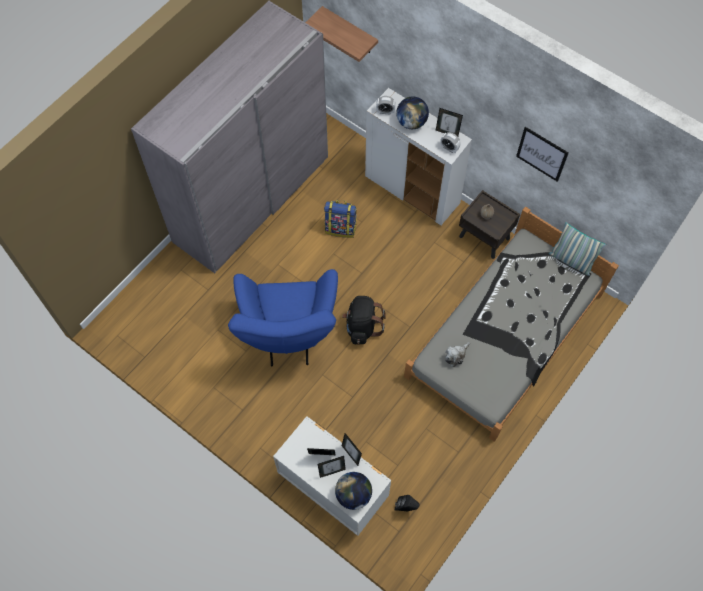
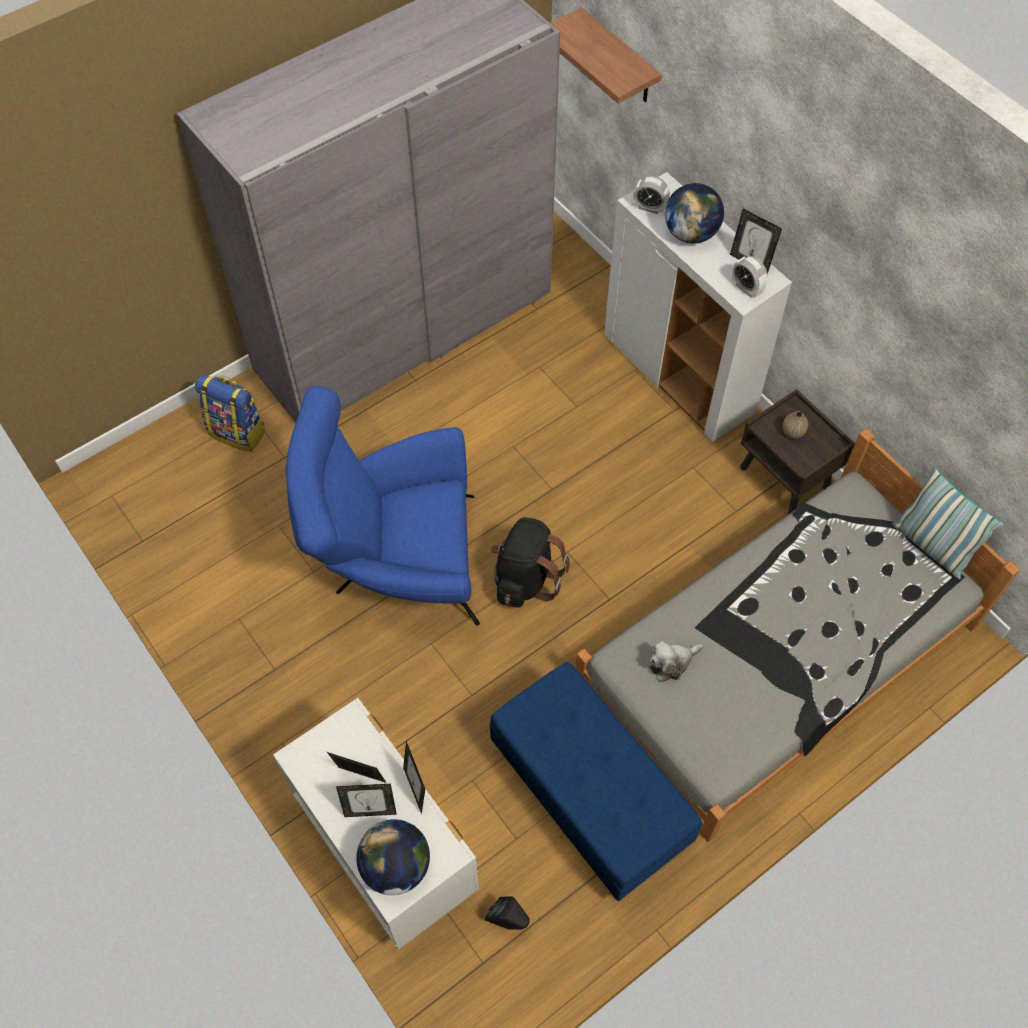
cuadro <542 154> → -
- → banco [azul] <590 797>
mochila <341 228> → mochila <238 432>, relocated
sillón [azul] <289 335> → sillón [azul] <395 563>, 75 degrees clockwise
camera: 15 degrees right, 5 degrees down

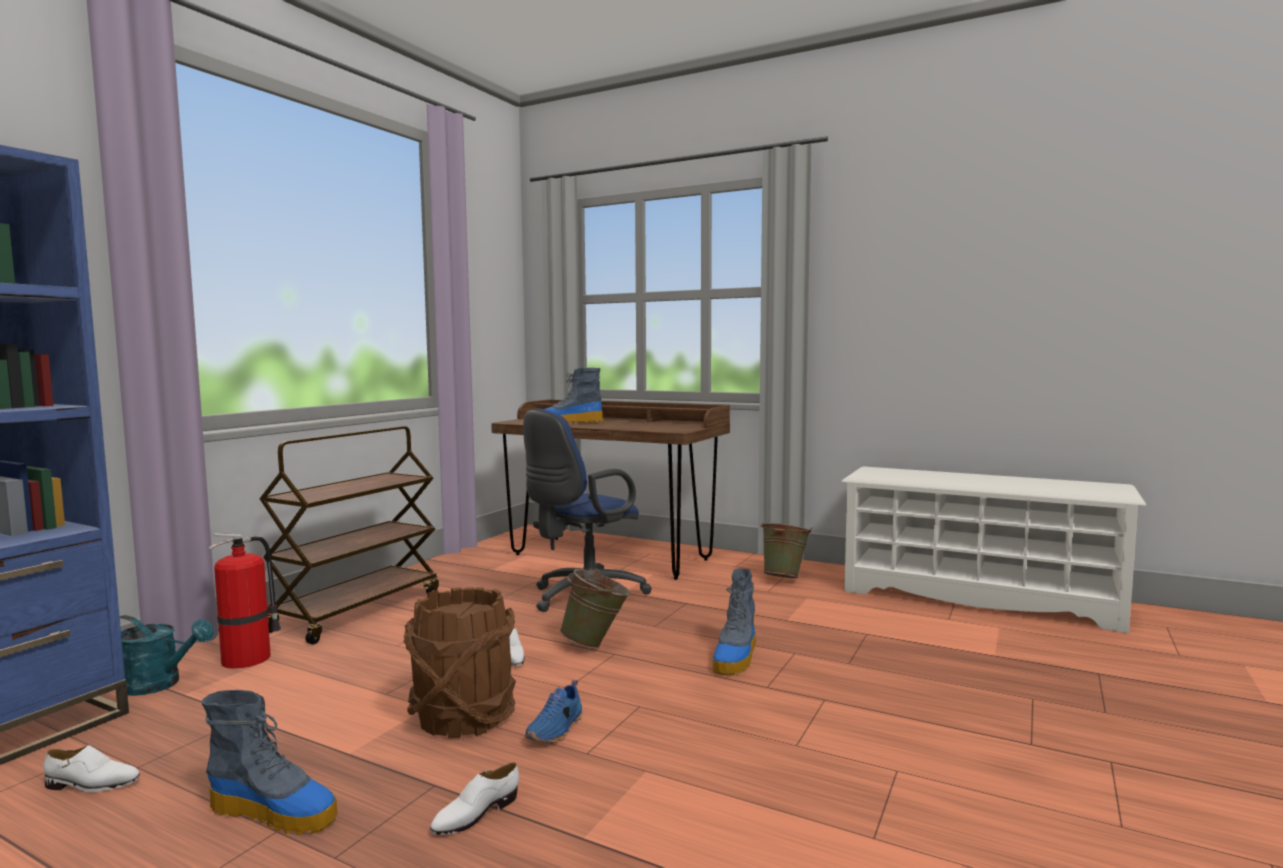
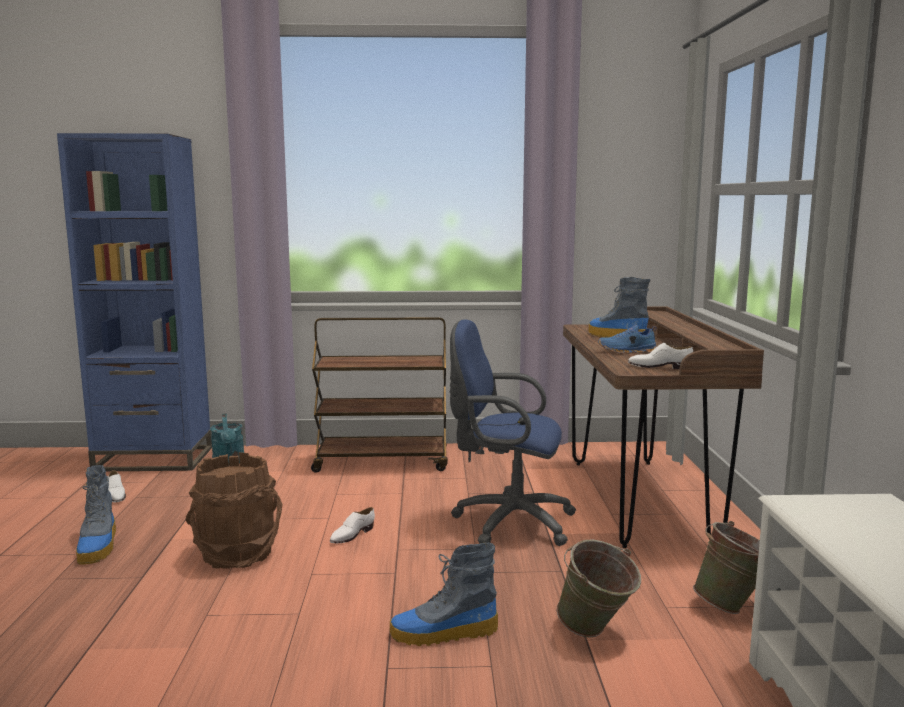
extintor <249 658> → -
zapato [blanco] <475 814> → zapato [blanco] <659 367>, relocated
zapato [azul] <557 730> → zapato [azul] <627 351>, relocated
cubo [verde] <596 644> → cubo [verde] <596 633>, relocated
camera: 60 degrees right, 5 degrees up

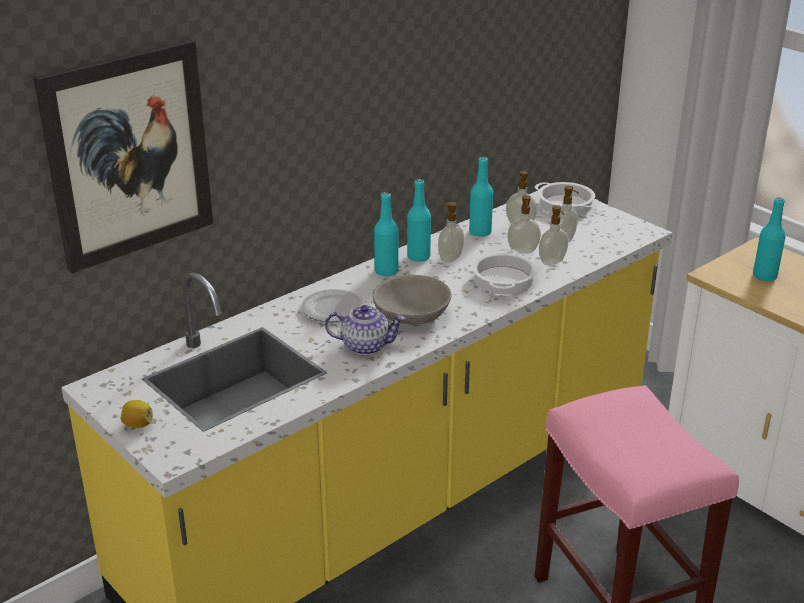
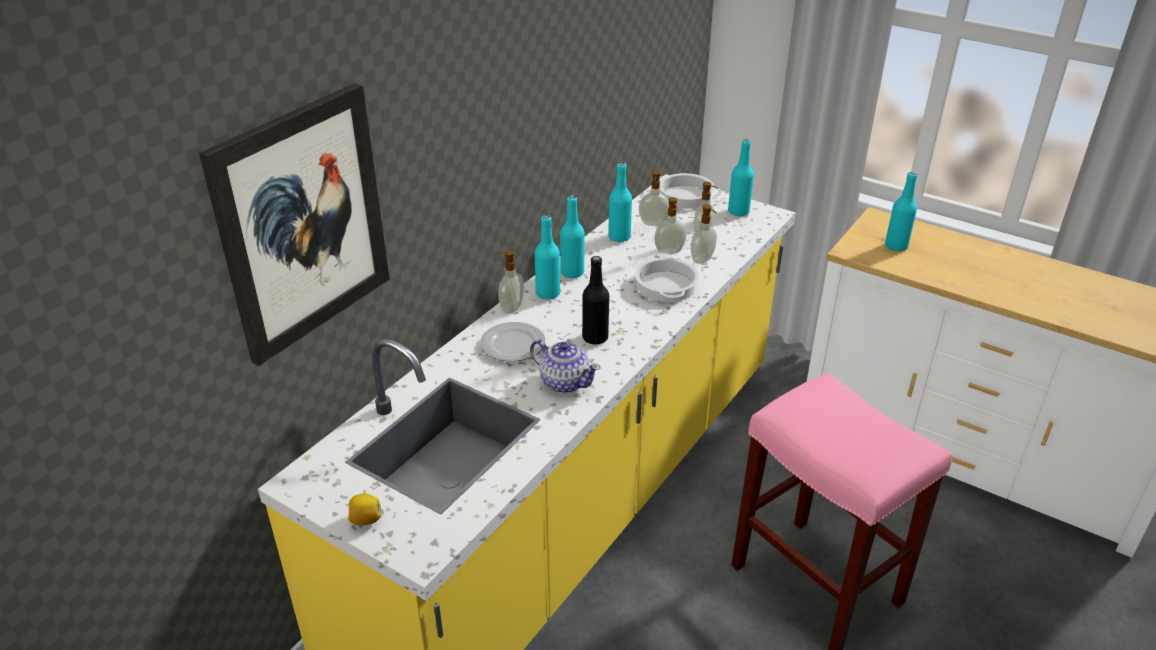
- → botella [turquesa] <738 212>
dispensador de jabón <449 258> → dispensador de jabón <511 307>, relocated
cuenco [gris] <412 314> → botella [negro] <595 338>
tetera <365 346> → tetera <564 382>, 45 degrees clockwise
camera: 15 degrees left, 5 degrees up

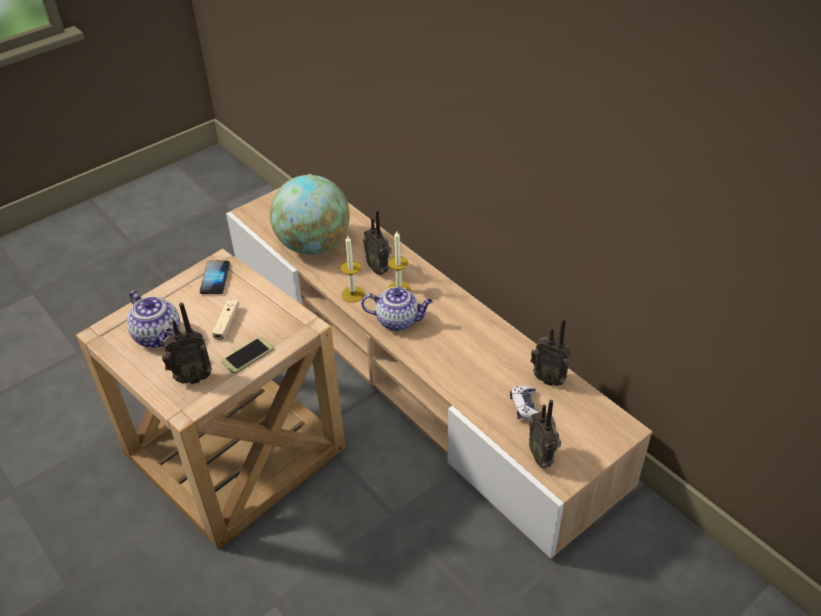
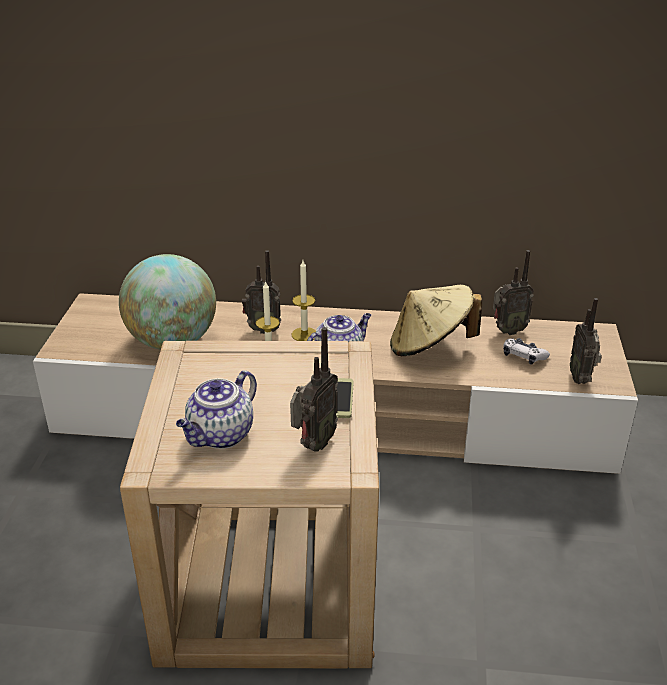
móvil <215 278> → -
mando de consola [beis] <227 323> → -
- → sombrero [beis] <430 346>
tetera <159 336> → tetera <220 436>, 120 degrees clockwise
radio <542 457> → radio <581 378>, 60 degrees clockwise
camera: 45 degrees left, 10 degrees down

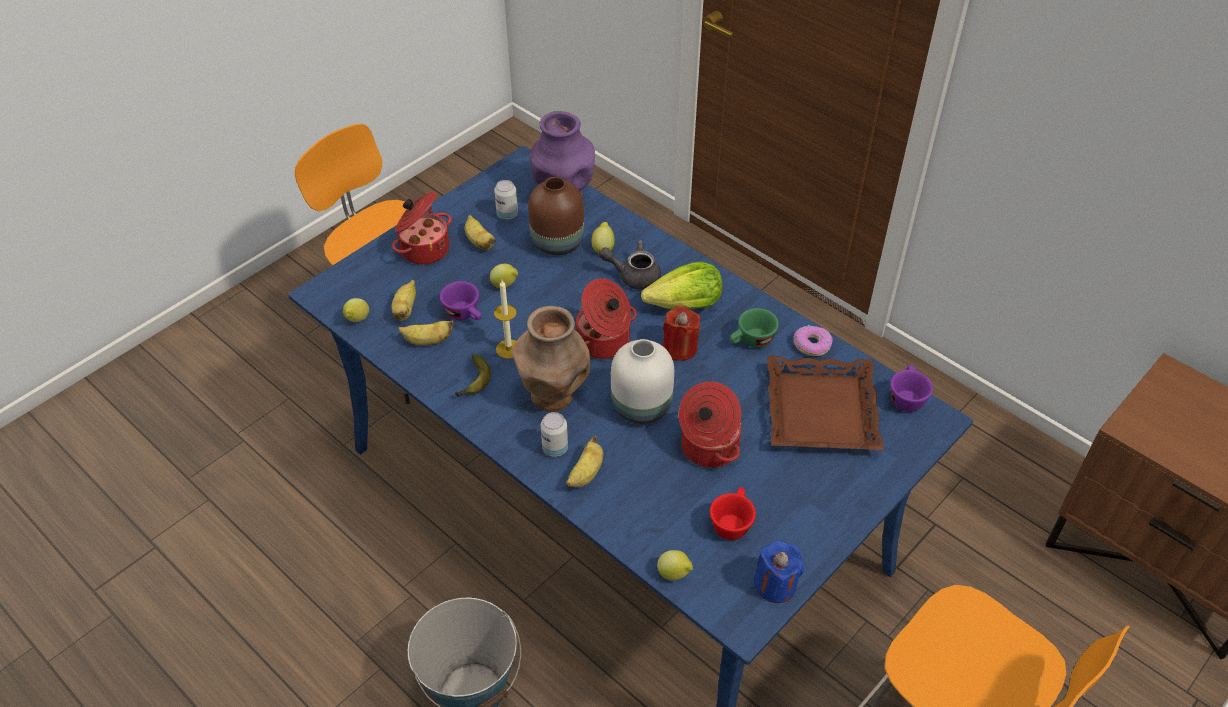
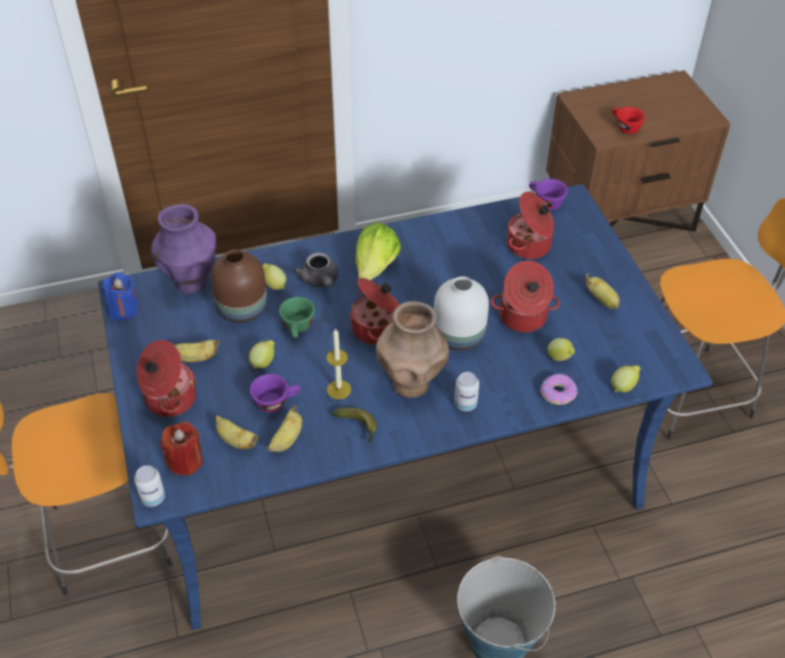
limón <357 320> → limón <560 358>, relocated
lata <507 214> → lata <153 498>, relocated
plátano <586 474> → plátano <602 300>, relocated
vela [rojo] <680 348> → vela [rojo] <185 461>, relocated
taza [rojo] <731 522> → taza [rojo] <624 127>, relocated
taza [verde] <751 342> → taza [verde] <298 329>, relocated
vela [azul] <775 585> → vela [azul] <124 310>, relocated
rosquilla <812 344> → rosquilla <558 393>, relocated
bandeja [marrón] <822 411> → olla <529 246>
tetera [gris] <633 275> → tetera [gris] <320 281>, 60 degrees counterclockwise
camera: 60 degrees left, 0 degrees up

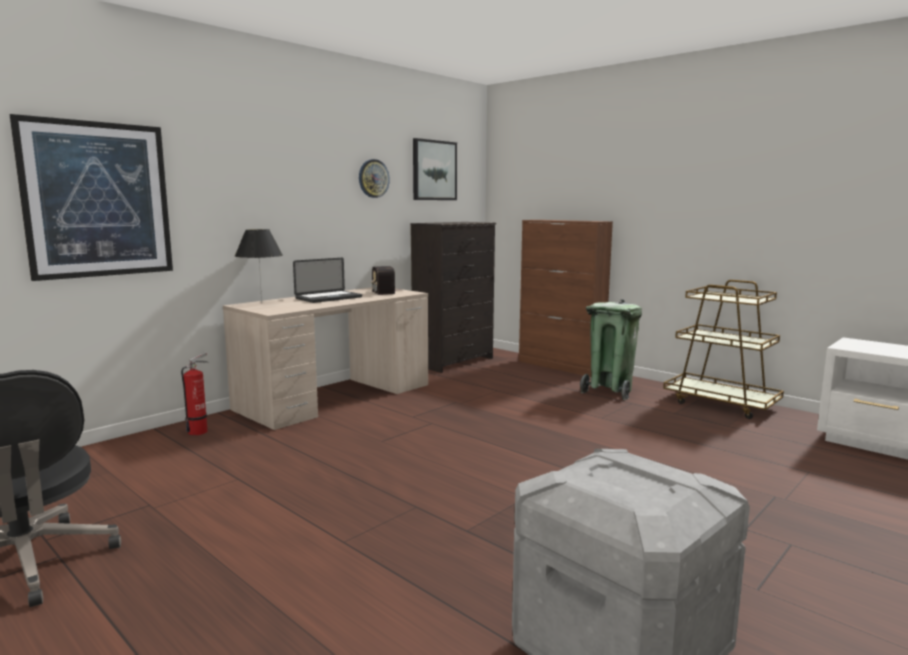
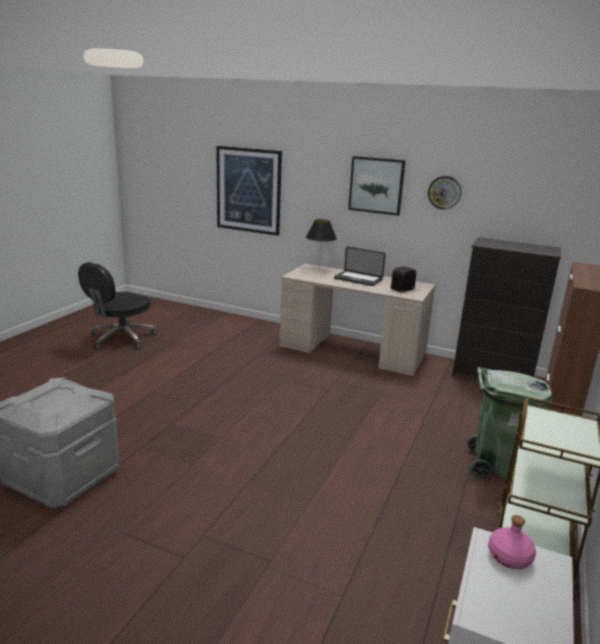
extintor <200 431> → -
- → botella [rosa] <509 557>
cuadro <434 170> → cuadro <376 185>, relocated
camera: 70 degrees right, 10 degrees up

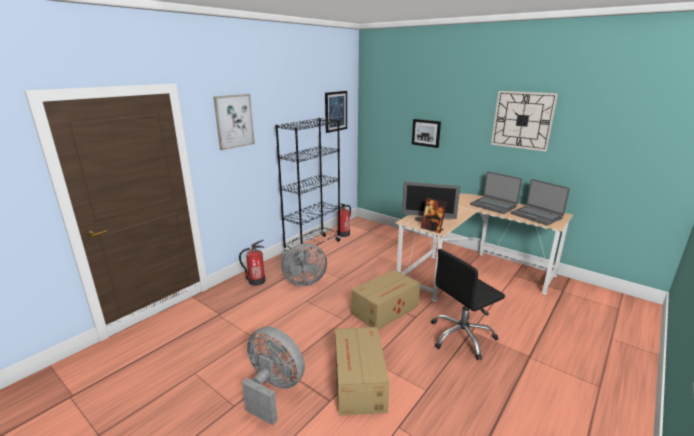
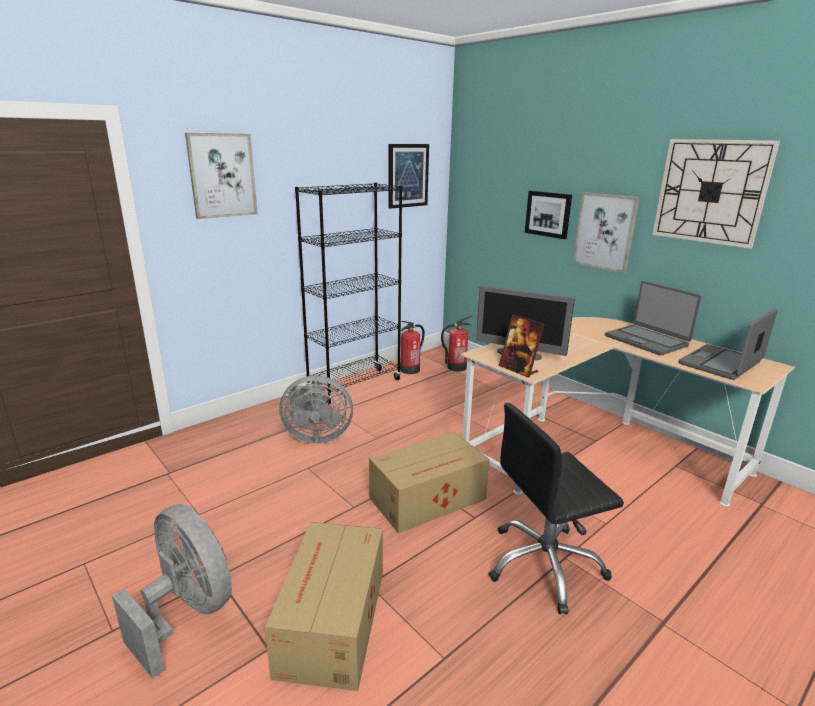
- → cuadro <605 231>
extintor <256 281> → extintor <456 367>, relocated
portátil <536 216> → portátil <721 363>, 75 degrees clockwise
camera: 10 degrees right, 0 degrees up

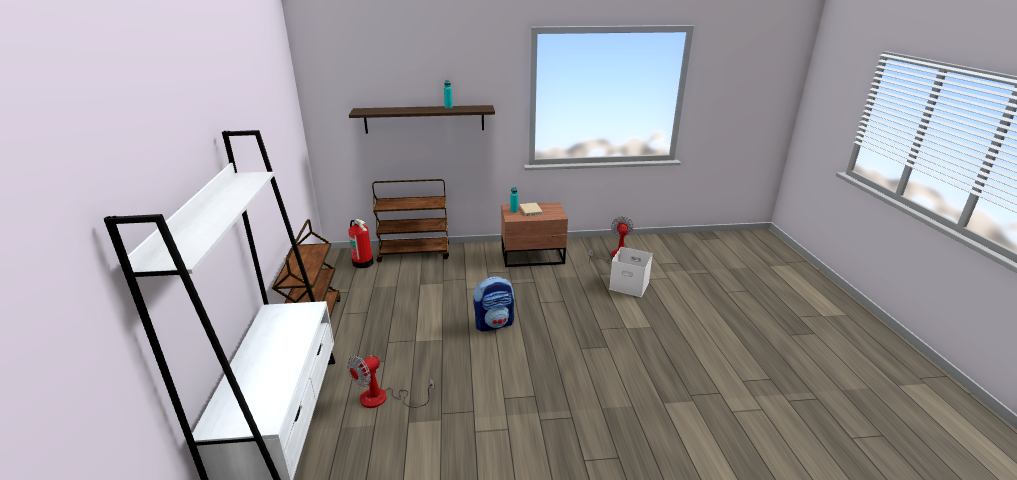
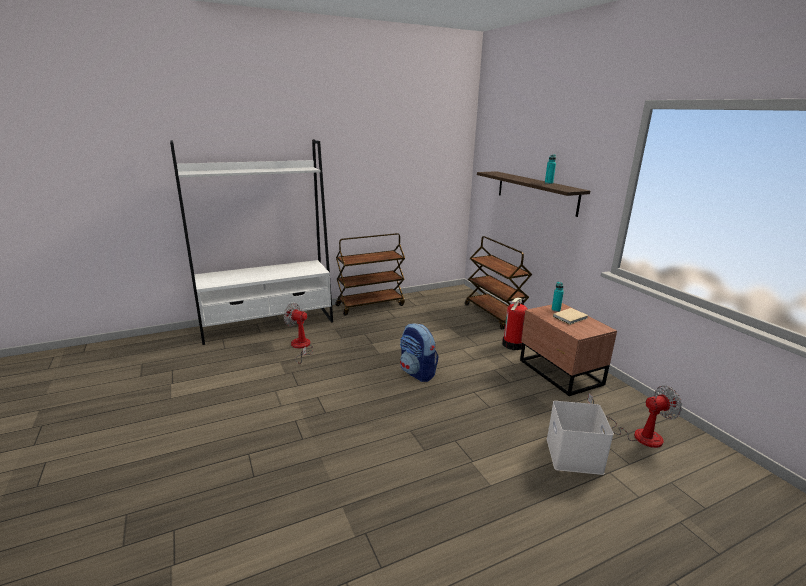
extintor <363 263> → extintor <513 345>, relocated
camera: 70 degrees right, 5 degrees down

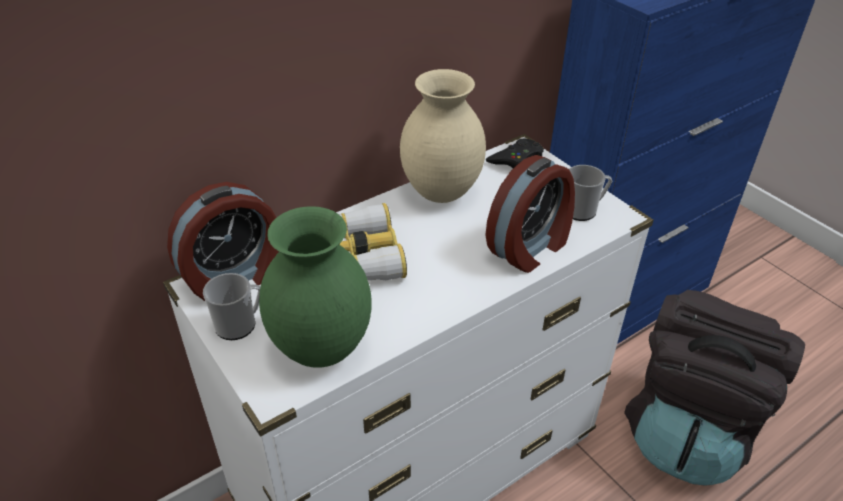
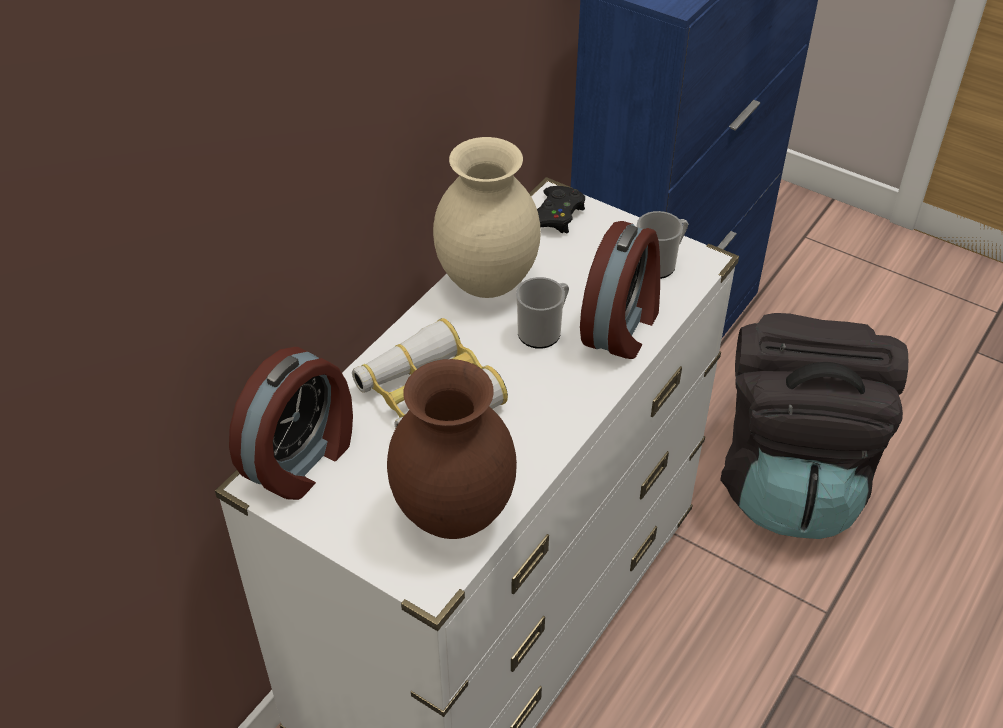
taza grande <240 324> → taza grande <543 331>, relocated
florero [verde] <320 348> → florero [marrón] <452 514>
camera: 20 degrees left, 5 degrees up

